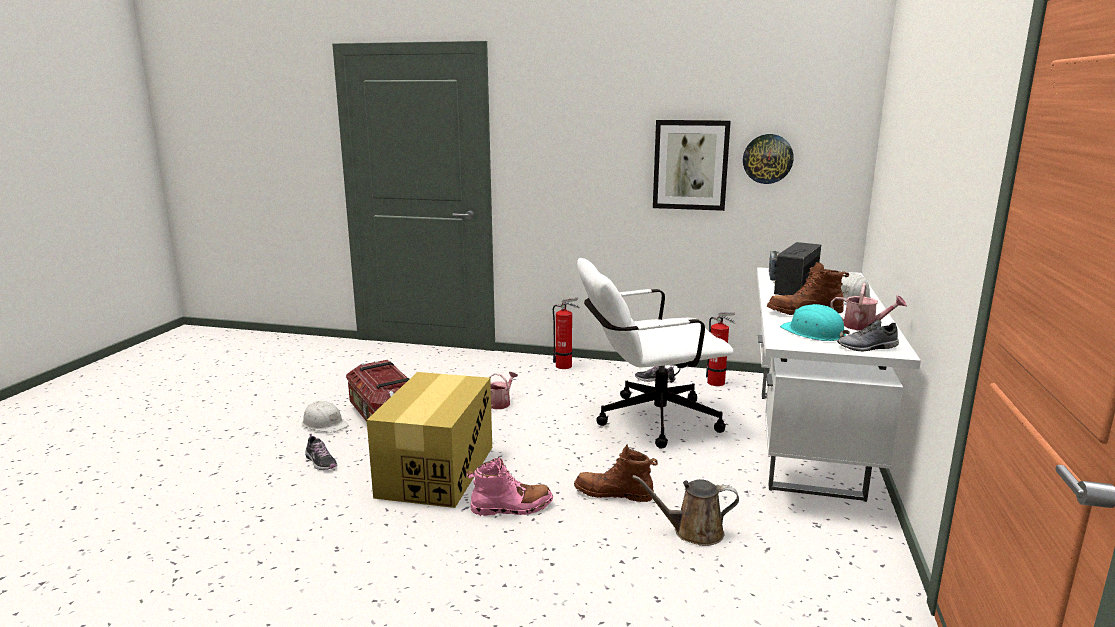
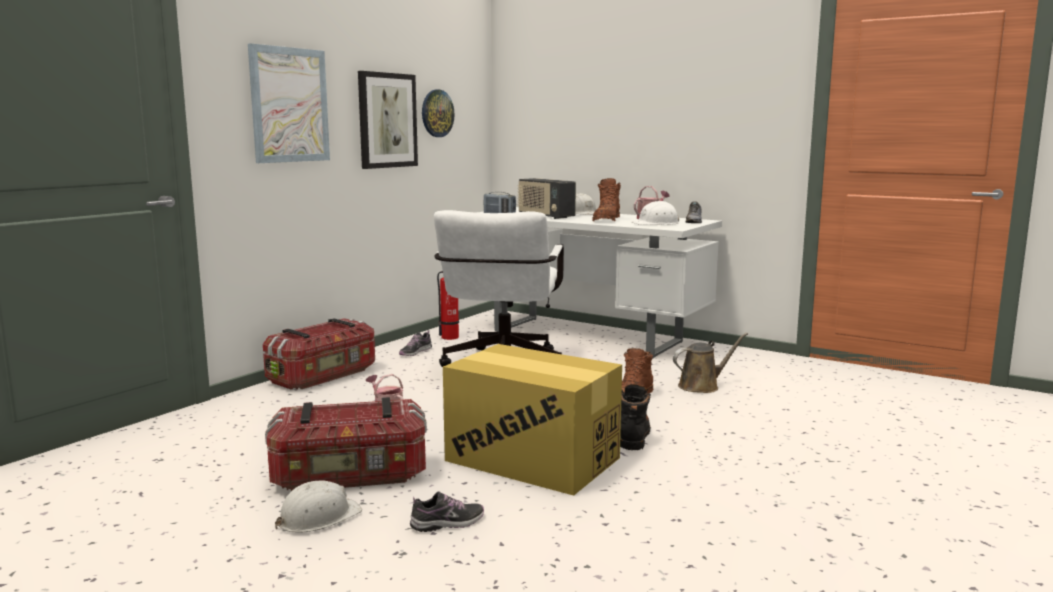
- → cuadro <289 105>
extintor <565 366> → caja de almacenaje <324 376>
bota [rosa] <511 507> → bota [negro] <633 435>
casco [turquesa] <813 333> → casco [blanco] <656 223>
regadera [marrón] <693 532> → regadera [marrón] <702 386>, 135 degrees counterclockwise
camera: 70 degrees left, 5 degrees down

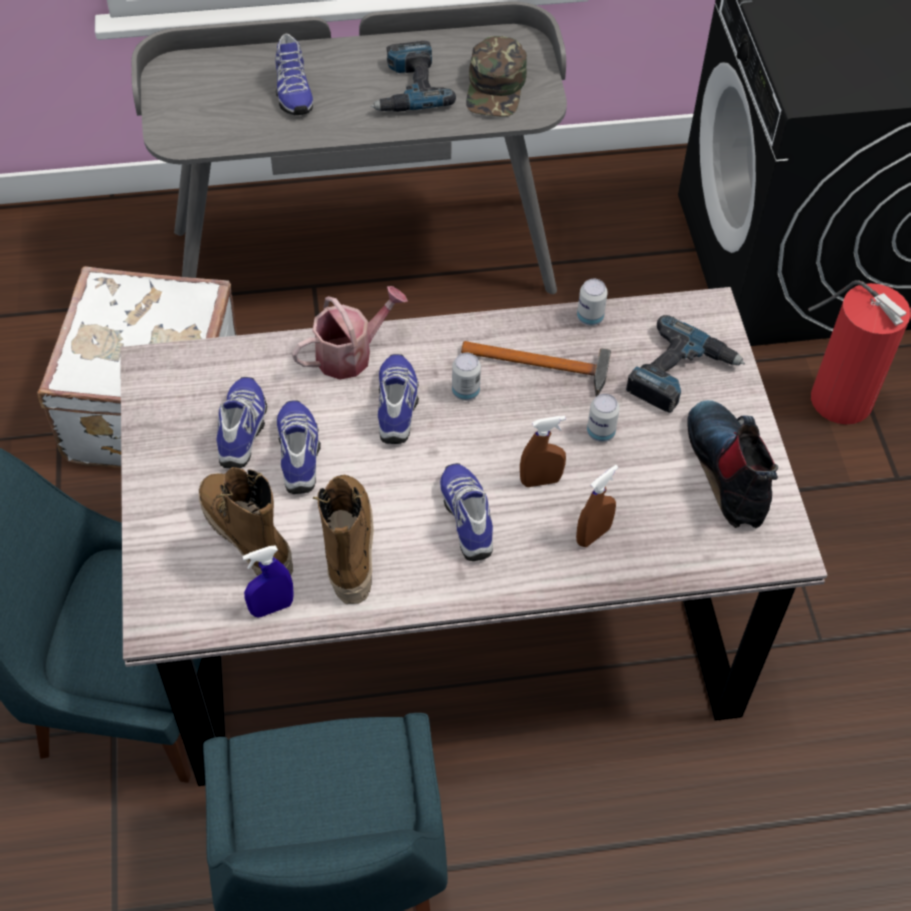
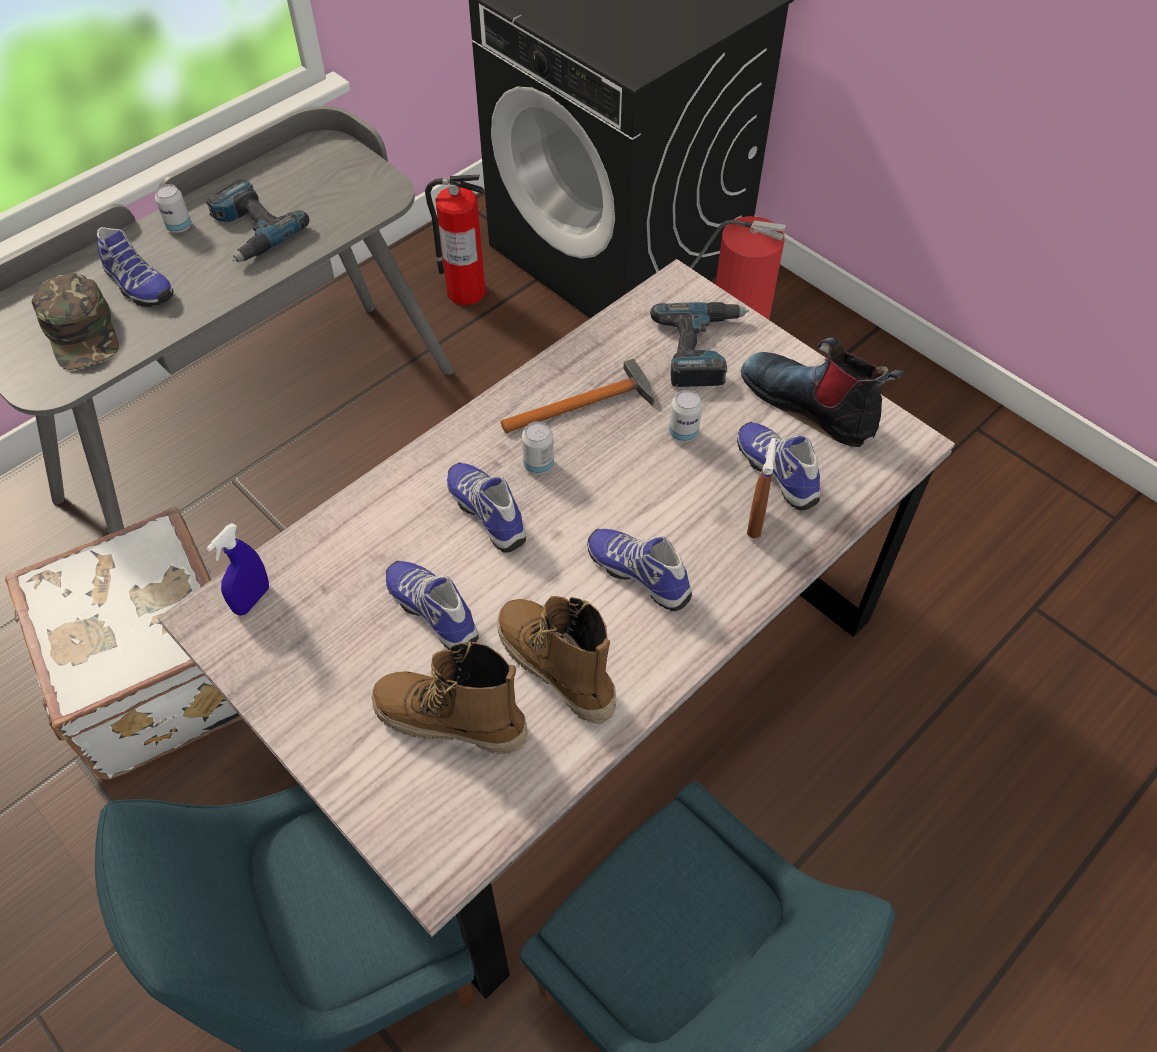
regadera <351 354> → -
pulverizador [marrón] <540 481> → -
- → extintor <465 291>
zapato <244 430> → zapato <779 471>, relocated
pulverizador [azul] <272 607> → pulverizador [azul] <252 599>, relocated
gorra [verde] <496 87> → gorra [verde] <82 331>, relocated
lata <590 318> → lata <179 227>, relocated
camera: 35 degrees left, 0 degrees up

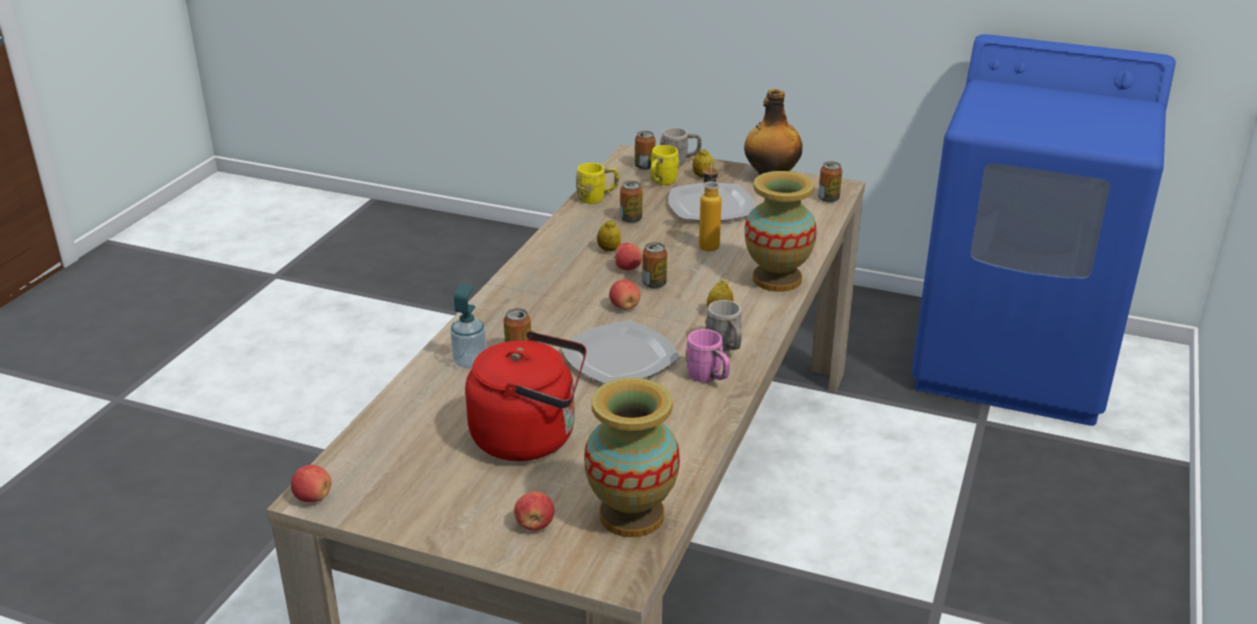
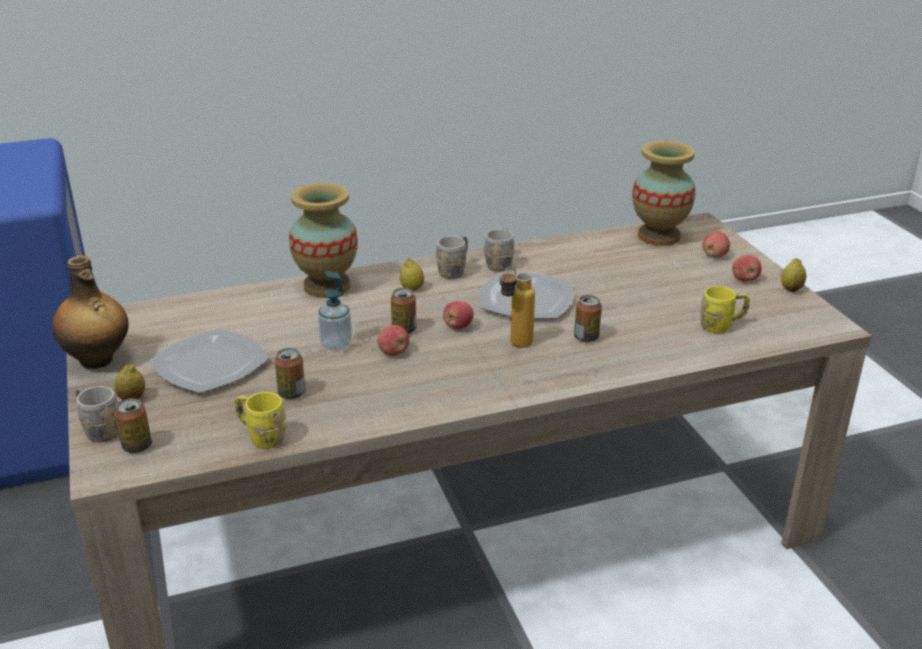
hervidor [rojo] <531 437> → -
lata <828 199> → -
manzana <313 497> → manzana <745 279>, relocated
dispensador de jabón <470 362> → dispensador de jabón <336 344>, relocated
limón <609 249> → limón <791 289>, relocated
taza grande [amarillo] <661 182> → taza grande [amarillo] <722 326>, relocated
botella <708 243> → botella <514 346>, relocated
taza grande [rosa] <708 378> → taza grande [gris] <500 263>
camera: 130 degrees left, 0 degrees up

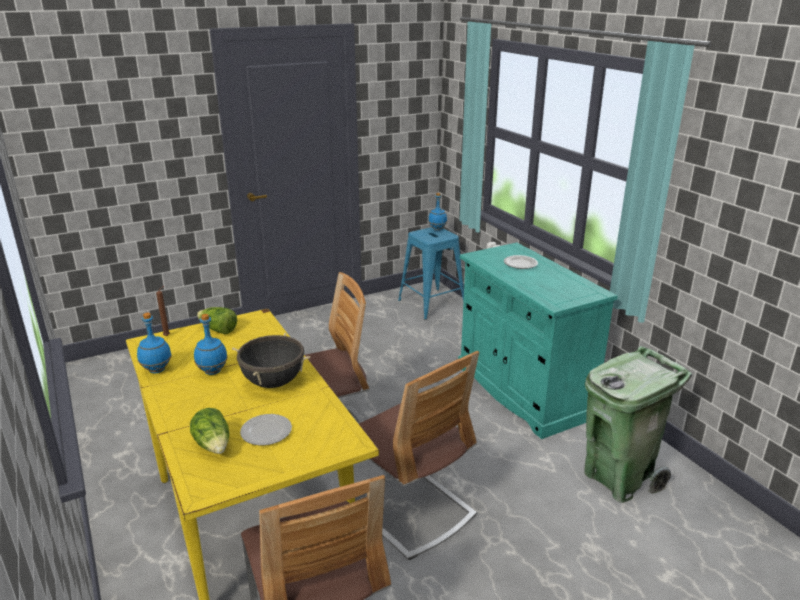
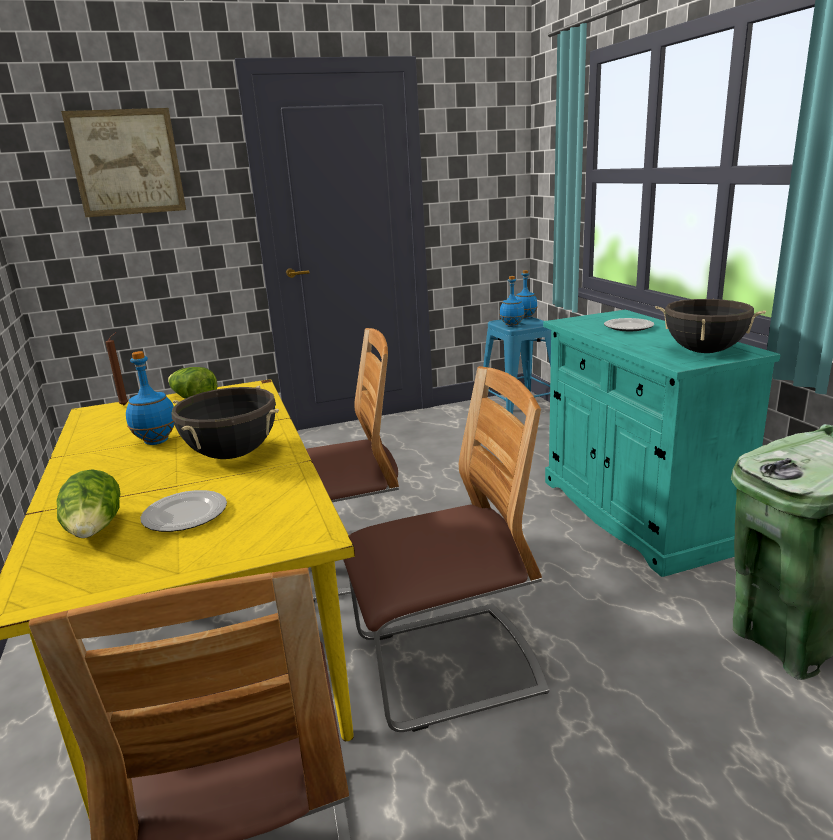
- → cuadro <126 162>
- → olla [negro] <704 351>
botella [azul] <156 370> → botella [azul] <512 326>, relocated
silla <409 508> → silla <447 666>, 75 degrees counterclockwise
camera: 10 degrees right, 5 degrees down

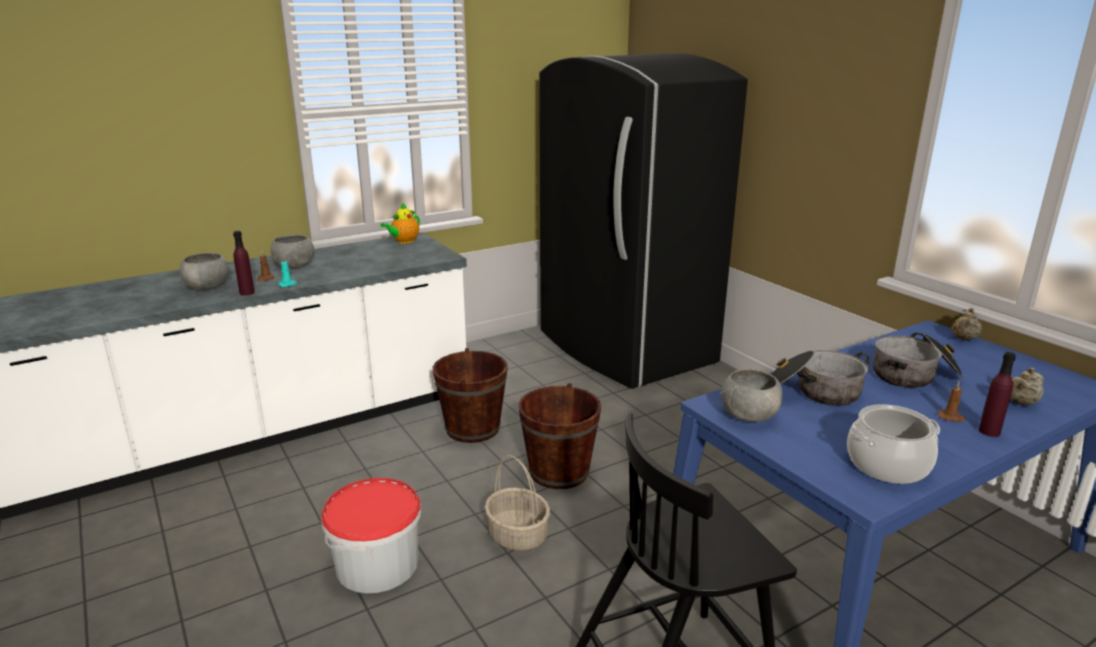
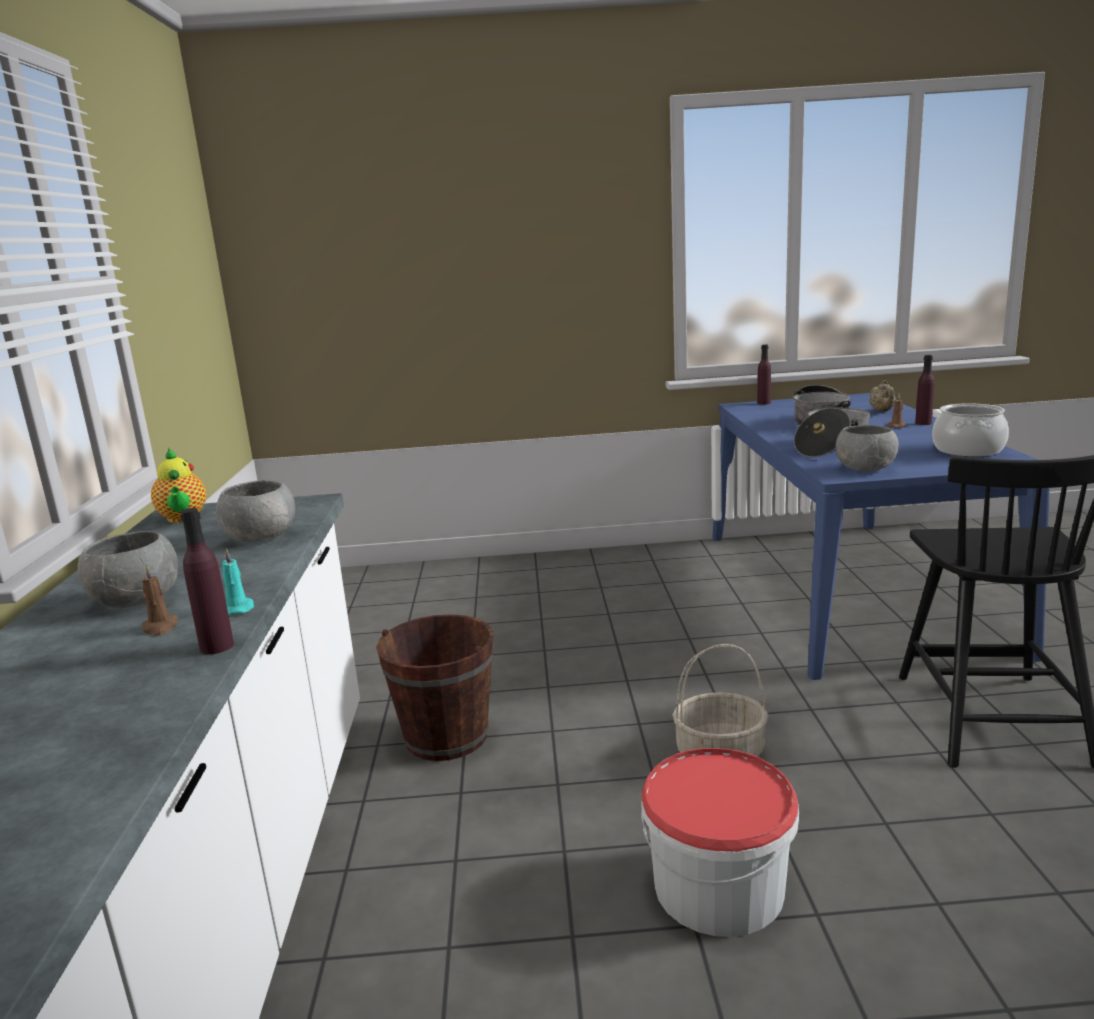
cubo [marrón] <559 472> → -
nevera [negro] <623 348> → -
cuenco [gris] <207 287> → cuenco [gris] <260 538>, relocated
tetera [beis] <963 339> → botella [morado] <763 403>
camera: 60 degrees left, 5 degrees down

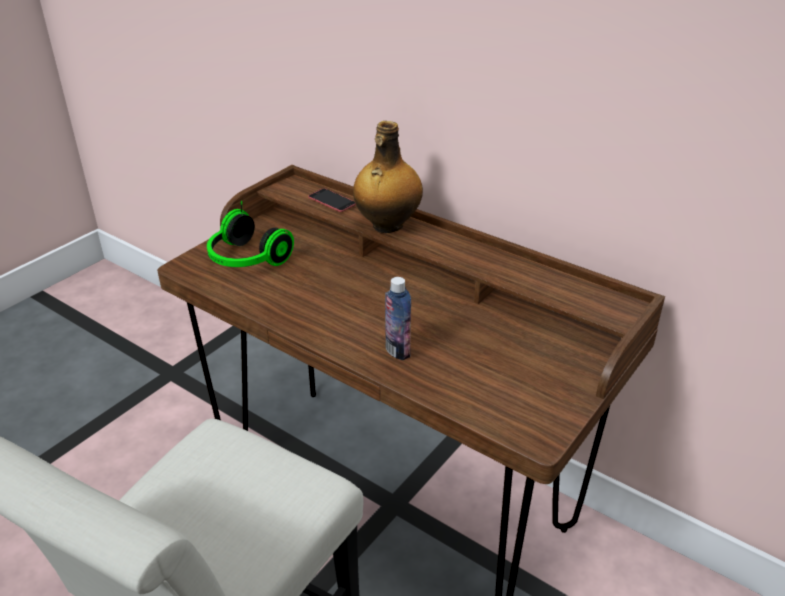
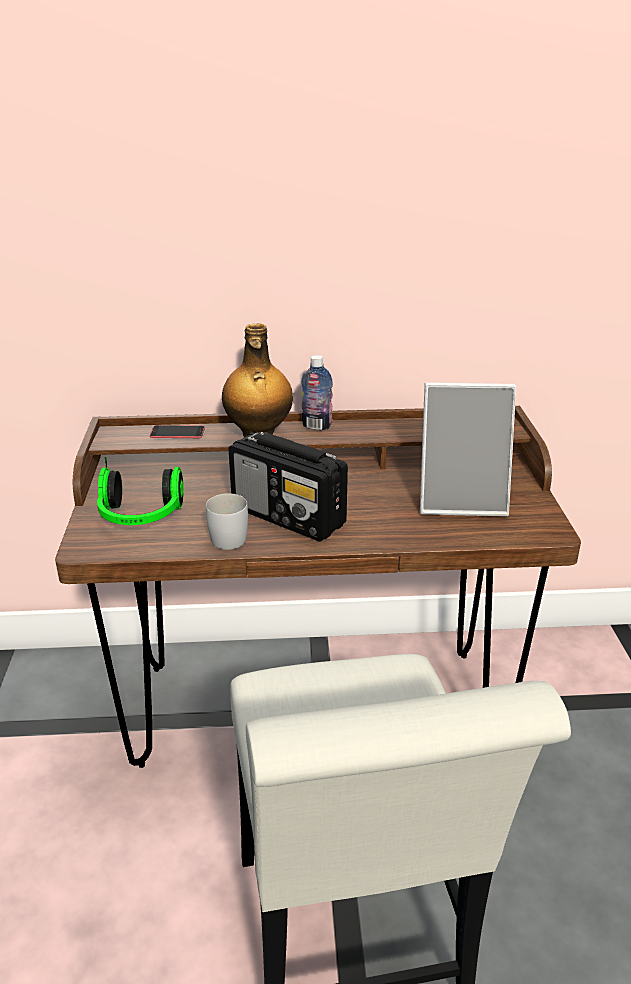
- → taza grande [blanco] <228 536>
- → radio <289 517>
- → portarretratos <461 500>
botella <397 351> → botella <316 426>, relocated
camera: 40 degrees left, 5 degrees down

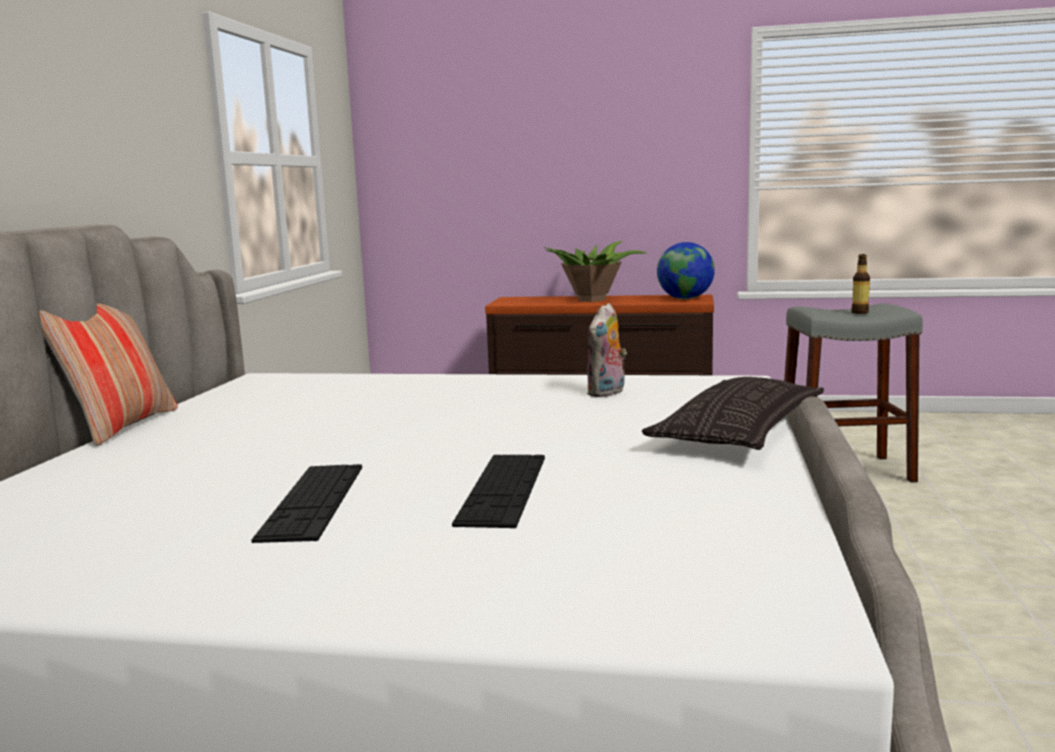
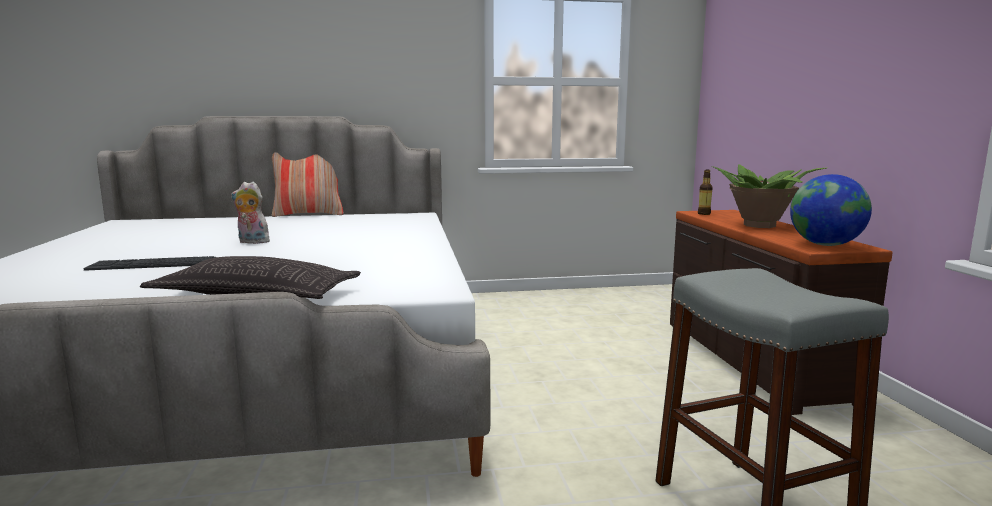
teclado <313 501> → -
peluche <607 393> → peluche <251 242>, relocated
botella <859 312> → botella <704 214>, relocated
camera: 70 degrees right, 0 degrees up

